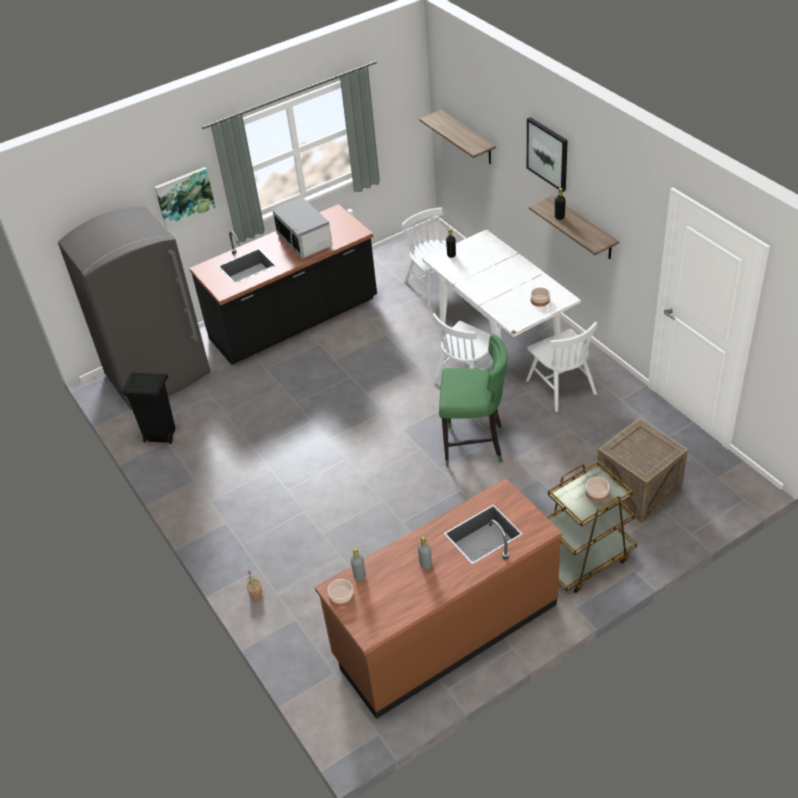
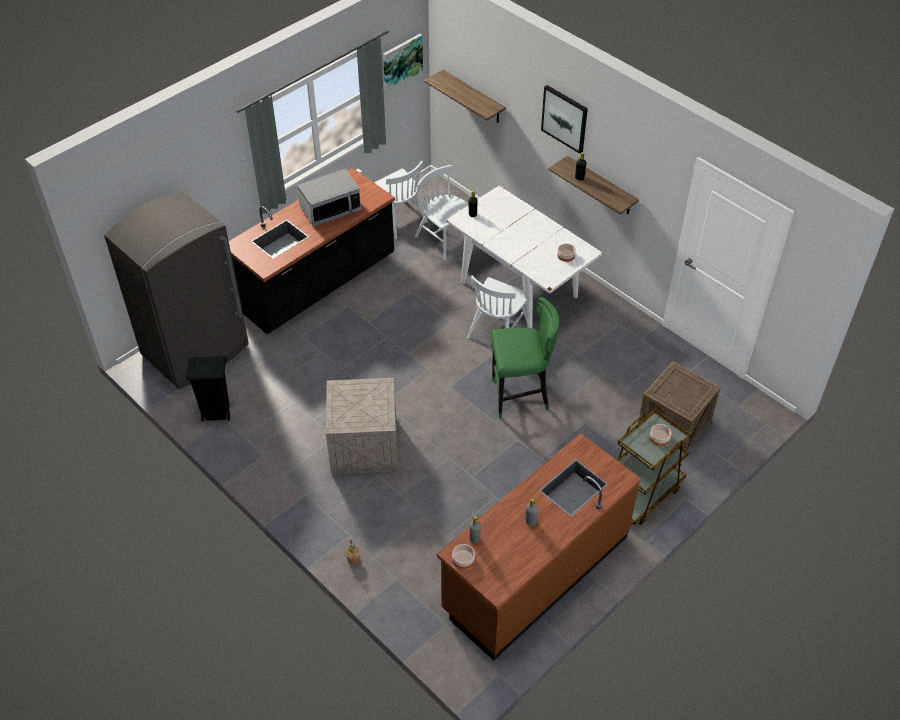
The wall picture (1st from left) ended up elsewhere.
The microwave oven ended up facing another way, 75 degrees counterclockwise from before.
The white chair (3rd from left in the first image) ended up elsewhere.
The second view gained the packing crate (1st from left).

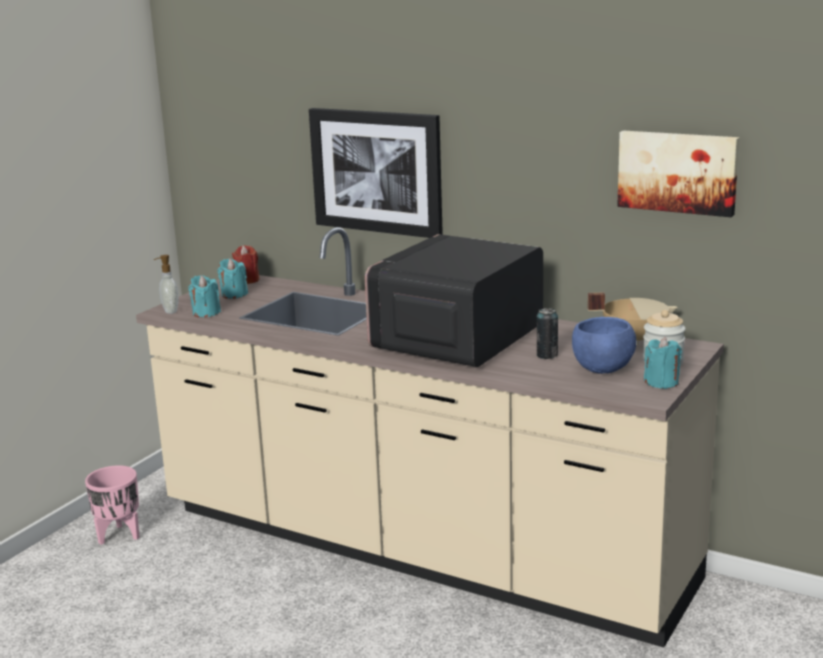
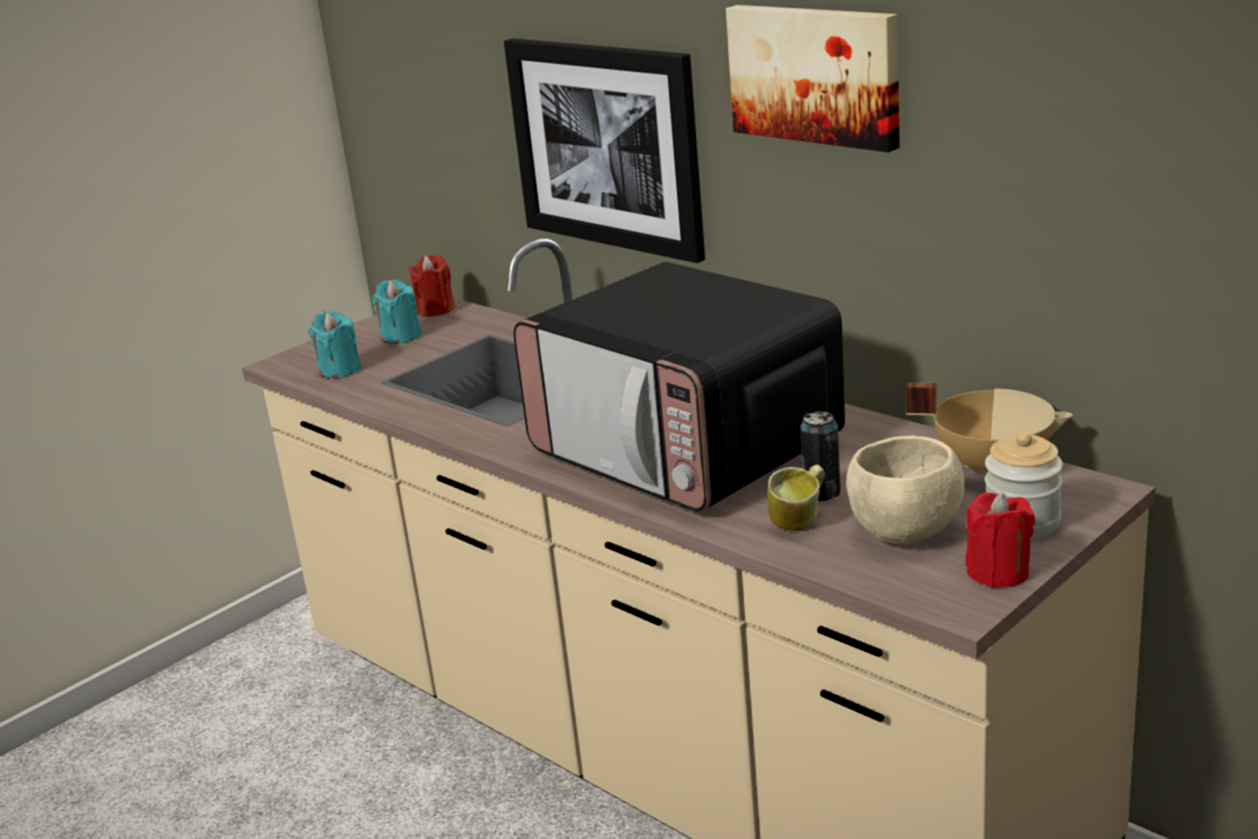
The wall picture (2nd from left) ended up elsewhere.
The microwave oven ended up facing another way, 90 degrees counterclockwise from before.
The second view lost the soap dispenser.
What was the blue-coloured bowl turned into the beige-coloured bowl.
What was the turquoise candle (3rd from left) turned into the red-coloured candle (2nd from left).
The second view lost the pink plant pot.
The second view gained the mug.

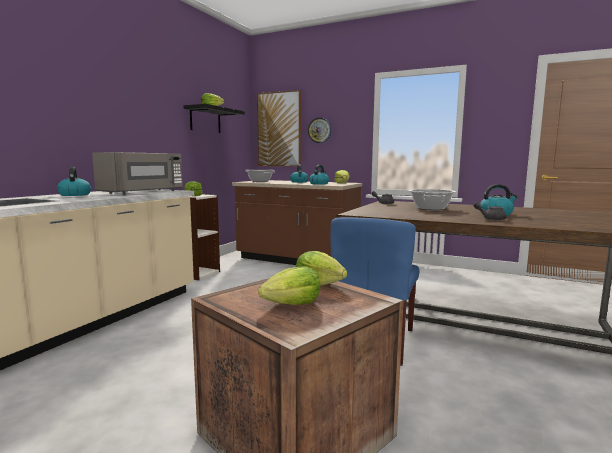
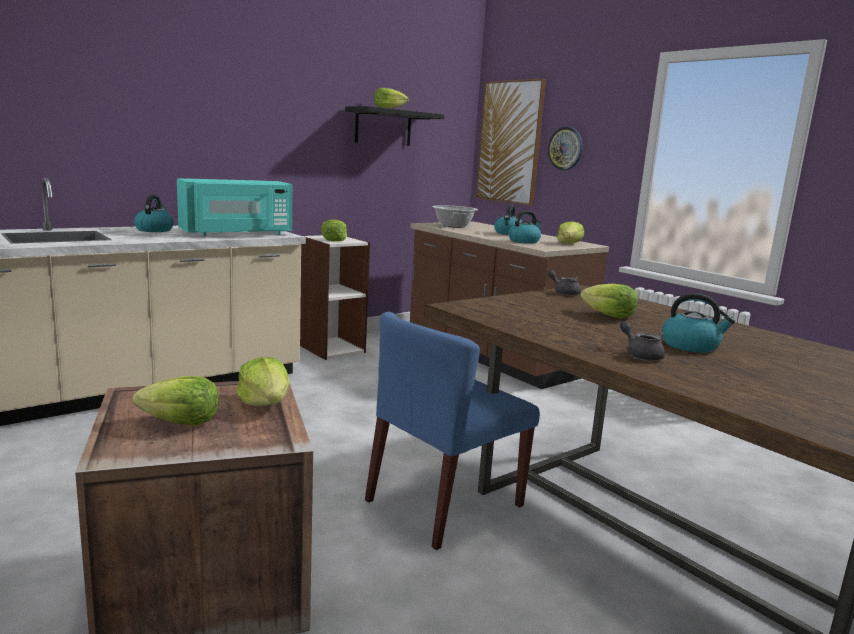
What was the grey microwave oven turned into the turquoise microwave oven.
Where the stockpot (2nd from left) stood, the lettuce head (6th from left) came to stand.

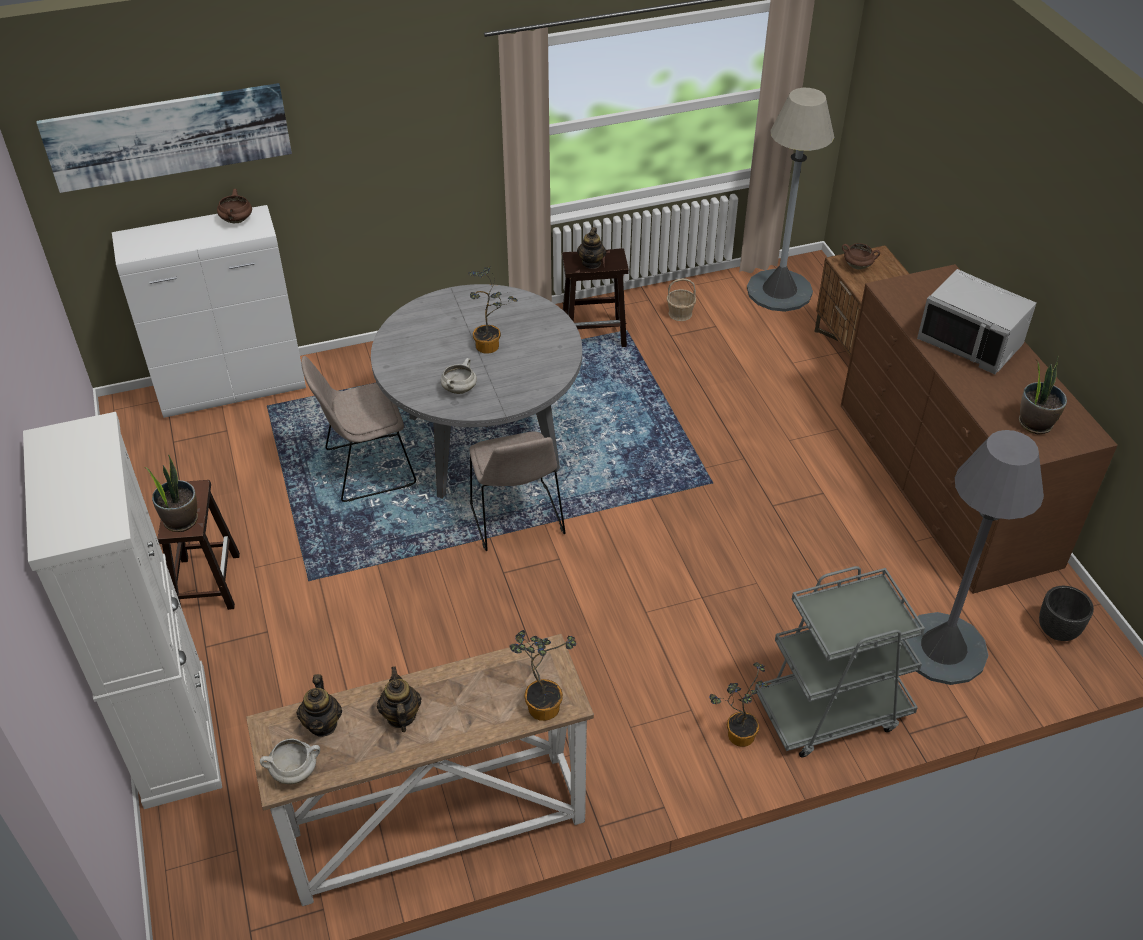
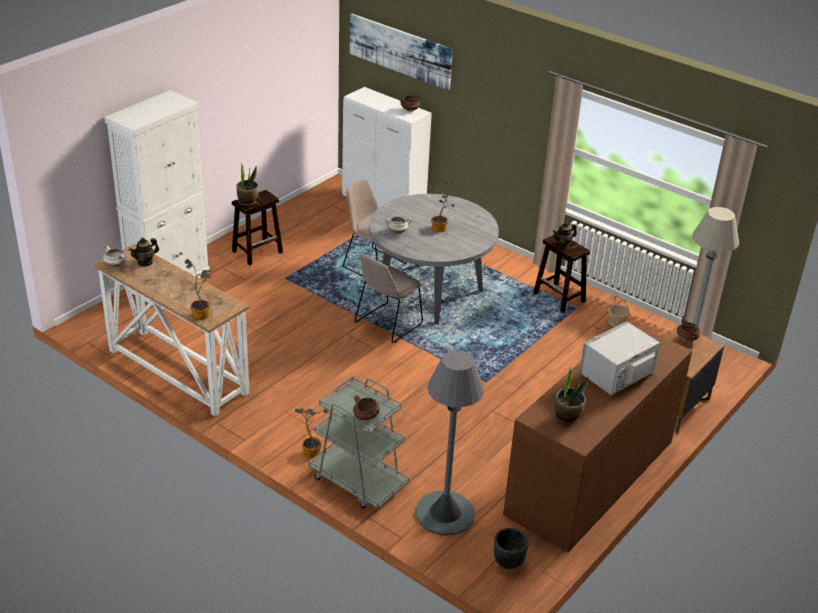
The grey microwave oven ended up facing another way, 45 degrees clockwise from before.
The second view lost the teapot (2nd from left).
The second view gained the brownish stockpot (1st from left).

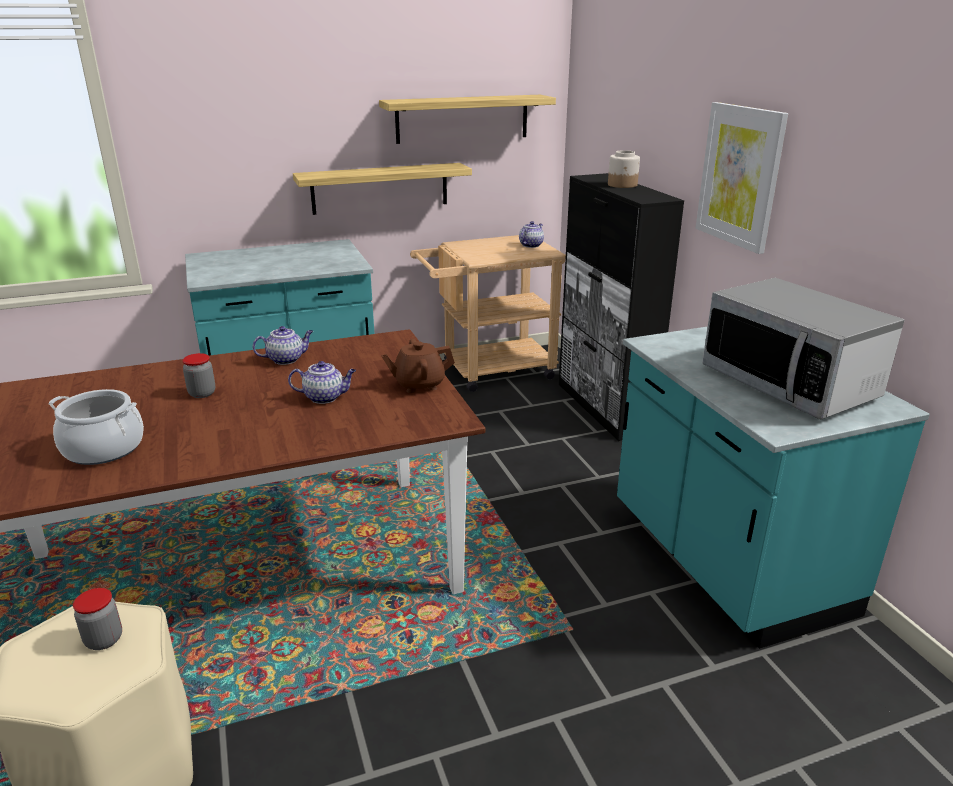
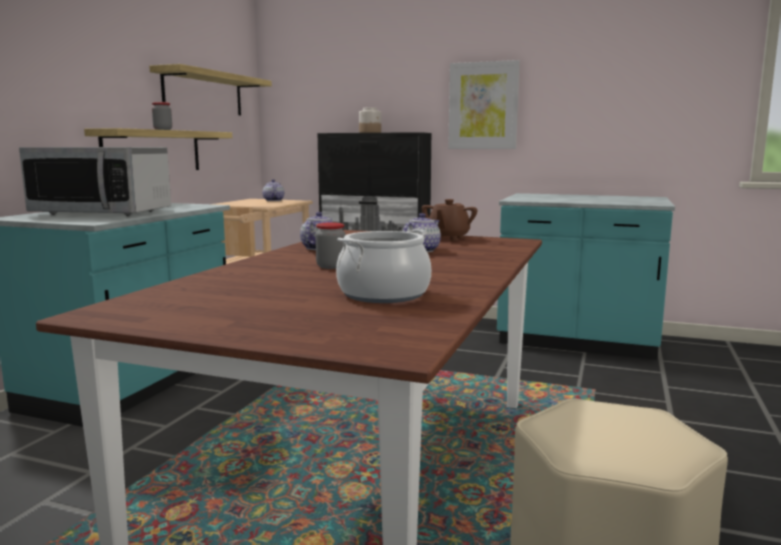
The microwave oven ended up elsewhere.
The preserve jar (1st from left) ended up elsewhere.

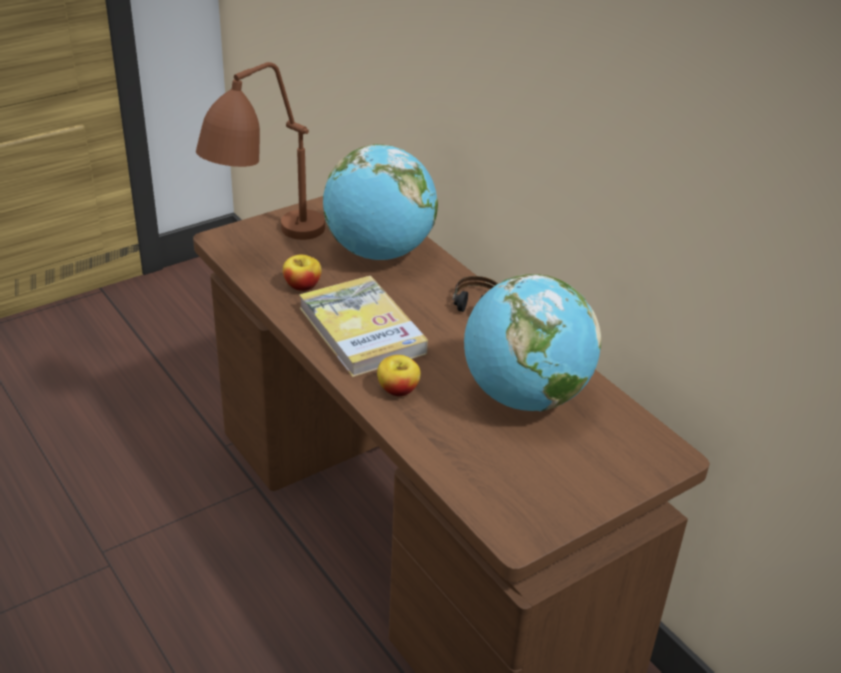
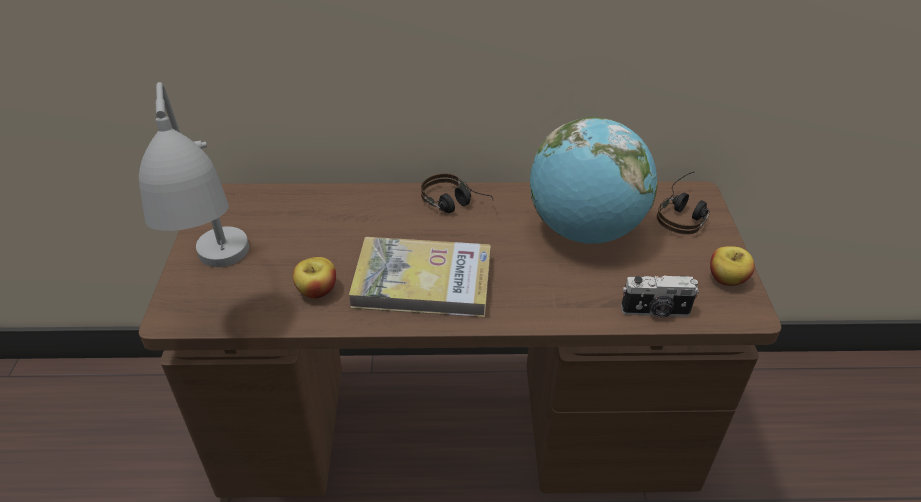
What was the brownish tabletop lamp turned into the grey tabletop lamp.
The second view lost the desk globe (1st from left).
The apple (2nd from left) ended up elsewhere.
The second view gained the headset (2nd from left).
The second view gained the still camera.

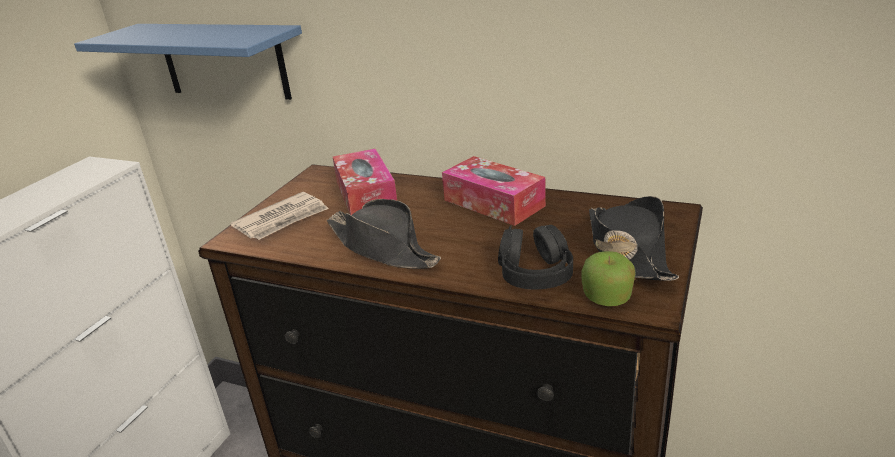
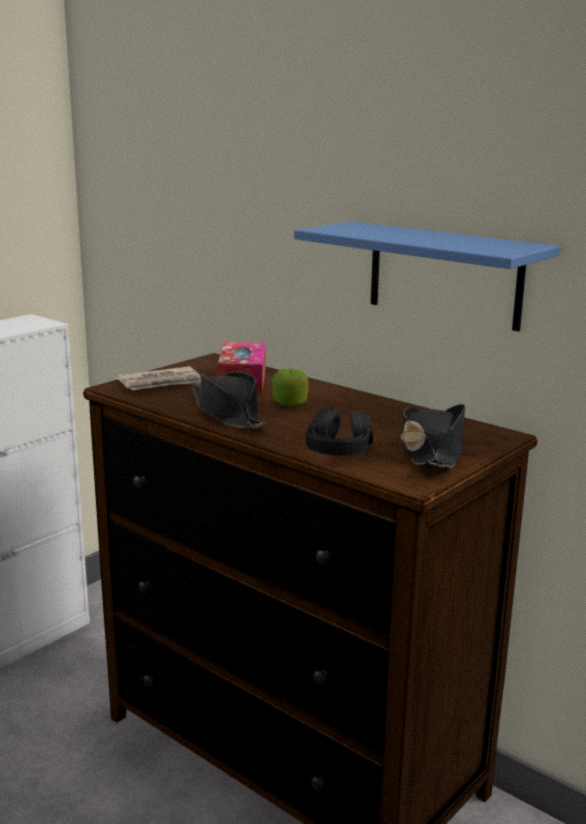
The blue-coloured shelf ended up elsewhere.
The second view lost the box of tissues (2nd from left).
The apple ended up elsewhere.

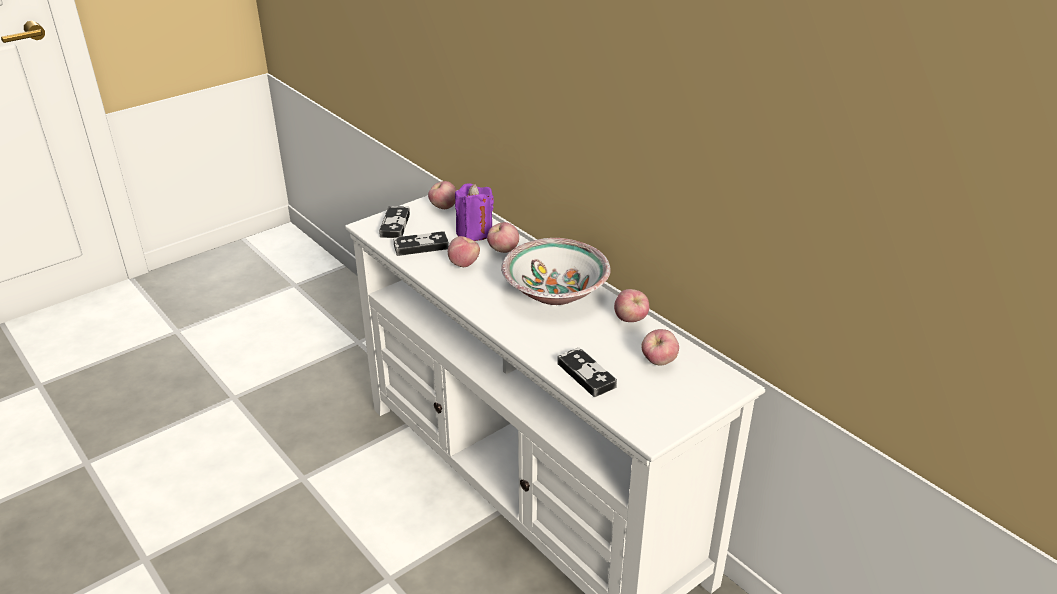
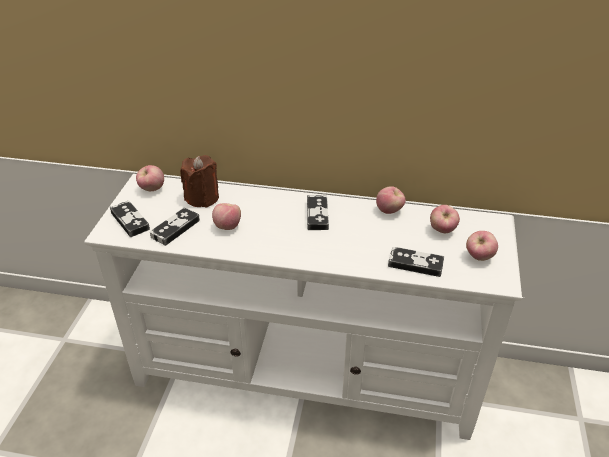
What was the purple-coloured candle turned into the brownish candle.
The apple (3rd from left in the first image) ended up elsewhere.
Where the bowl stood, the game controller (3rd from left) came to stand.

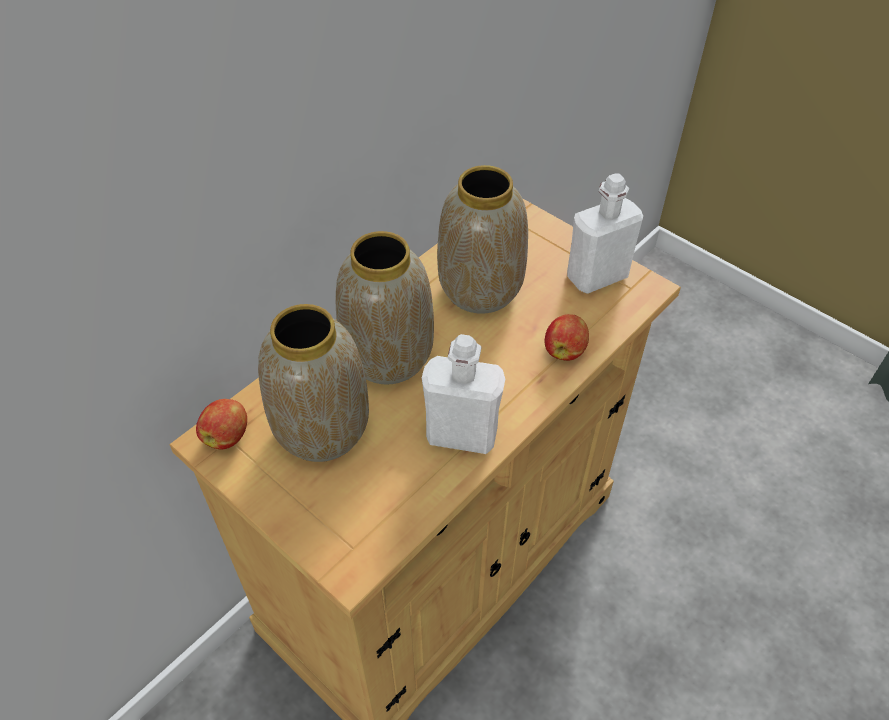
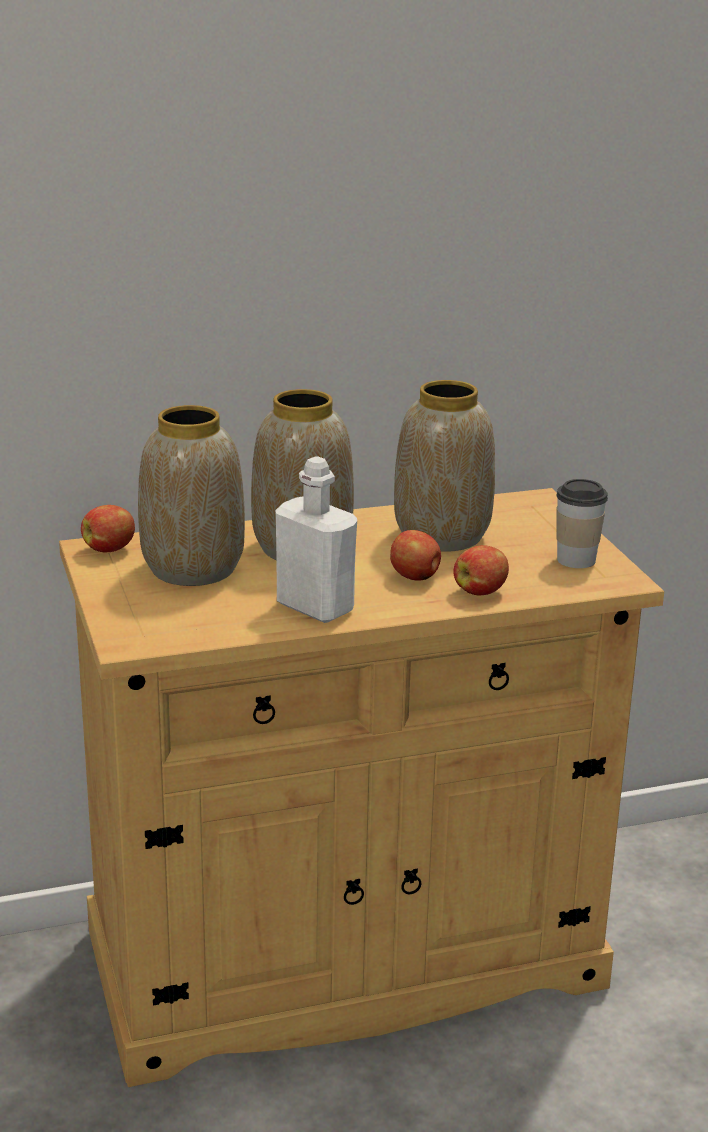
Where the white beverage bottle (2nd from left) stood, the small cup came to stand.
The second view gained the apple (2nd from left).

